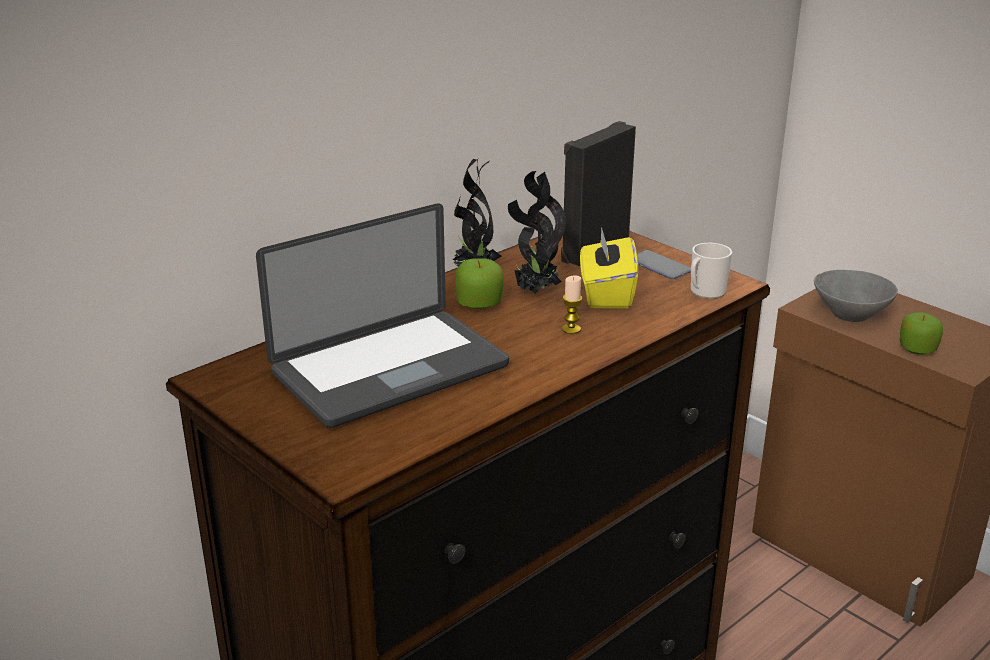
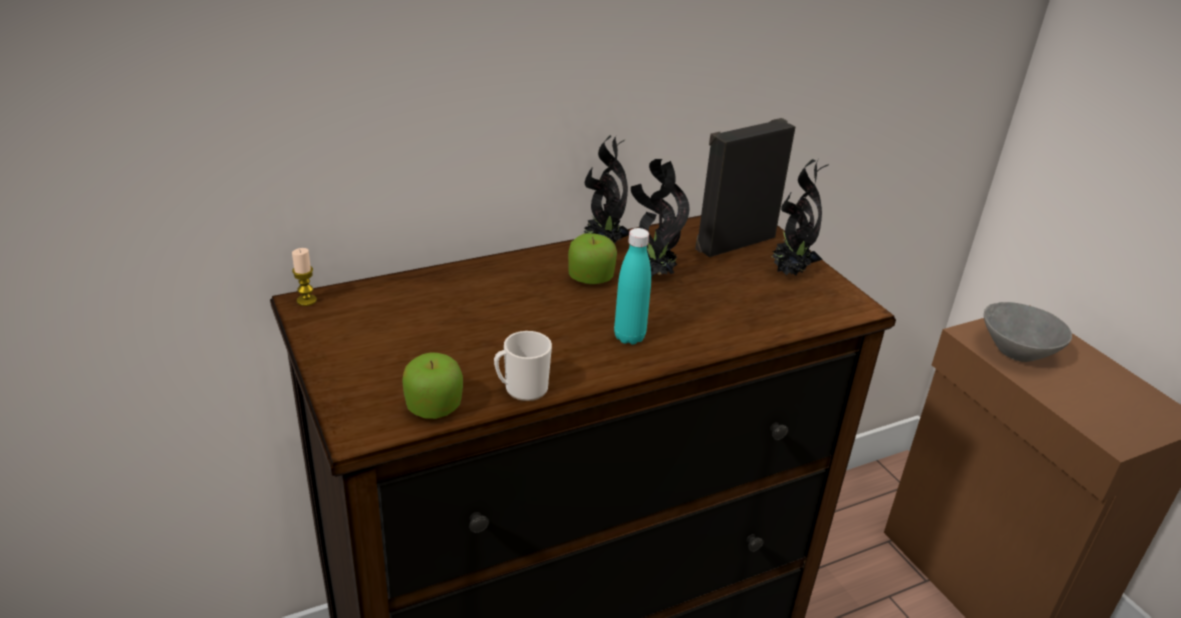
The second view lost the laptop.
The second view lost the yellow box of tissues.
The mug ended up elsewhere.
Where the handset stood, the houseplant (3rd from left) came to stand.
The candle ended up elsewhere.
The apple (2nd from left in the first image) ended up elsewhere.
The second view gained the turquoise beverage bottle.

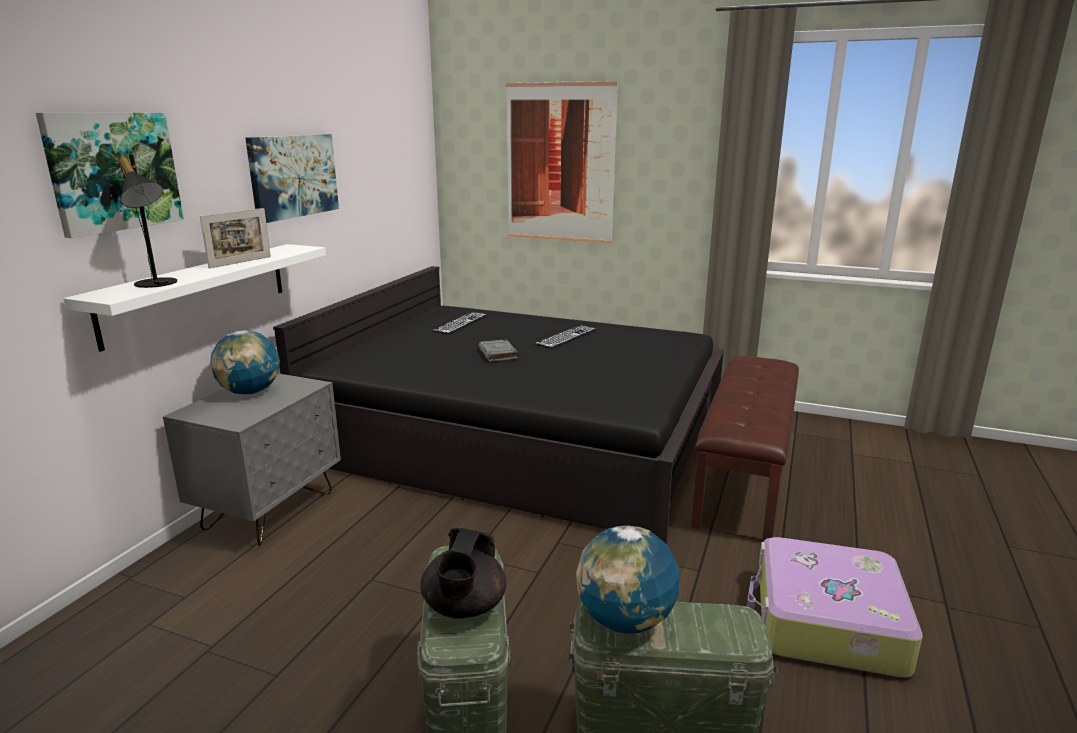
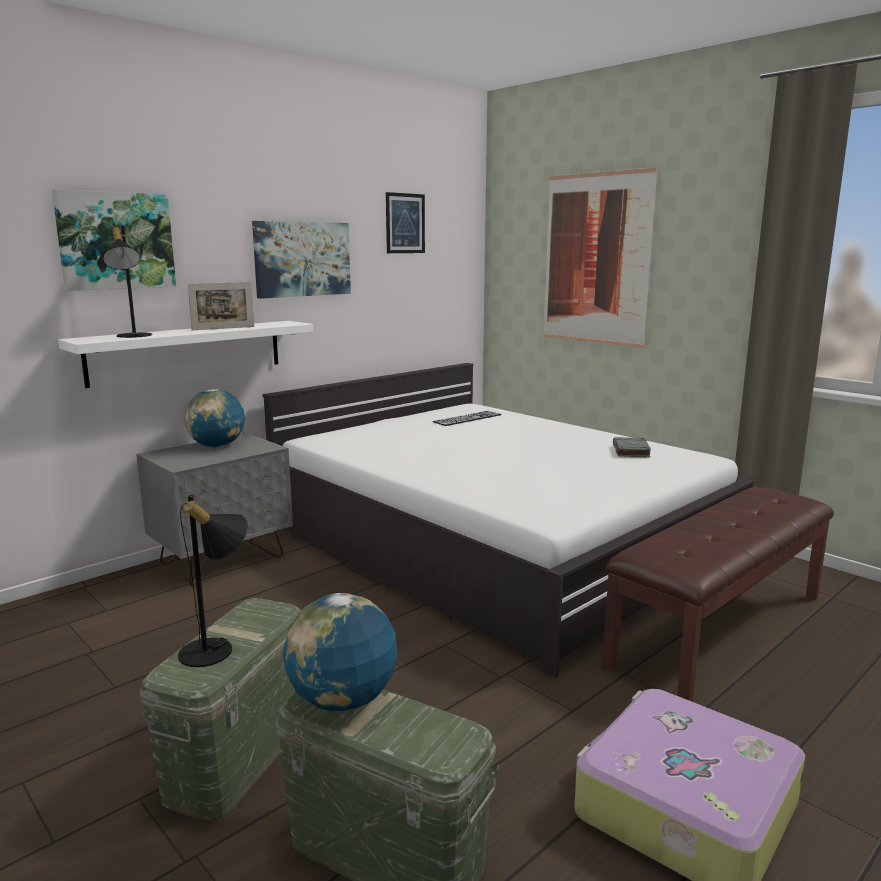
What was the black bed turned into the white bed.
The second view lost the computer keyboard (2nd from left).
The grey volume ended up elsewhere.
Where the black teapot stood, the black tabletop lamp (2nd from left) came to stand.
The second view gained the wall picture (3rd from left).

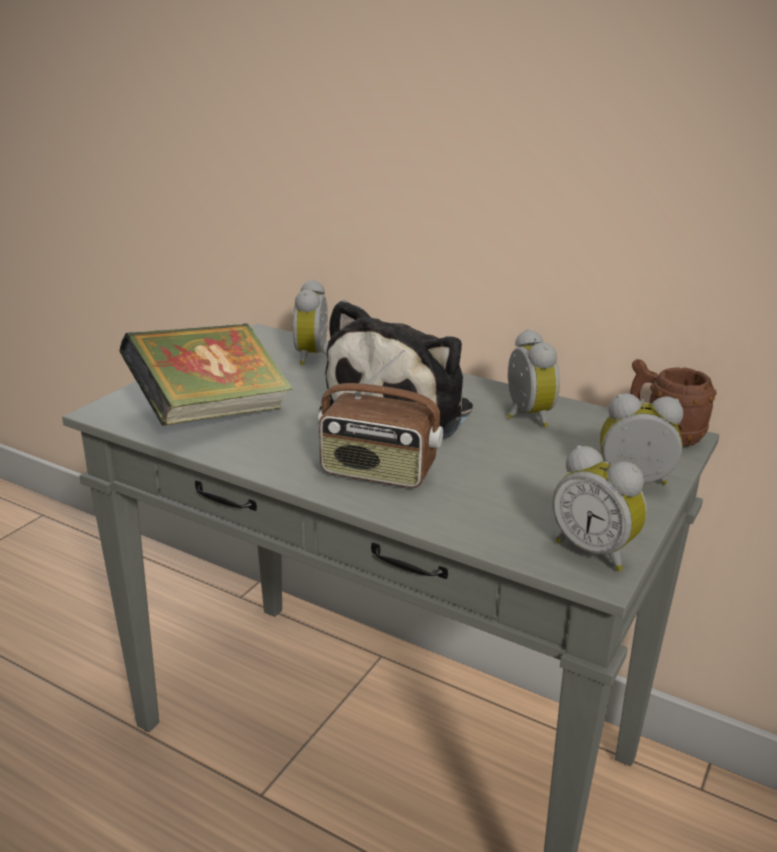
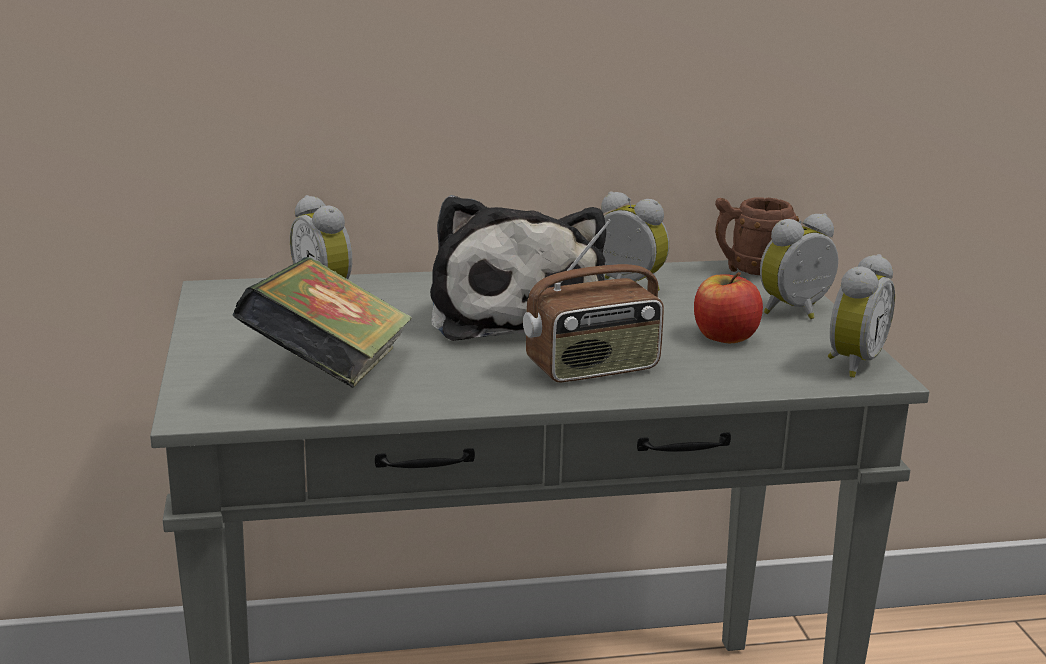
The alarm clock (3rd from left in the first image) ended up facing another way, 60 degrees counterclockwise from before.
The second view gained the apple.

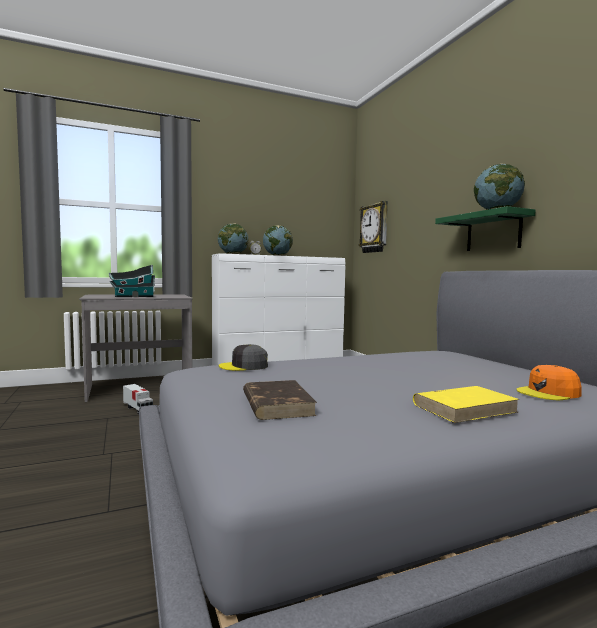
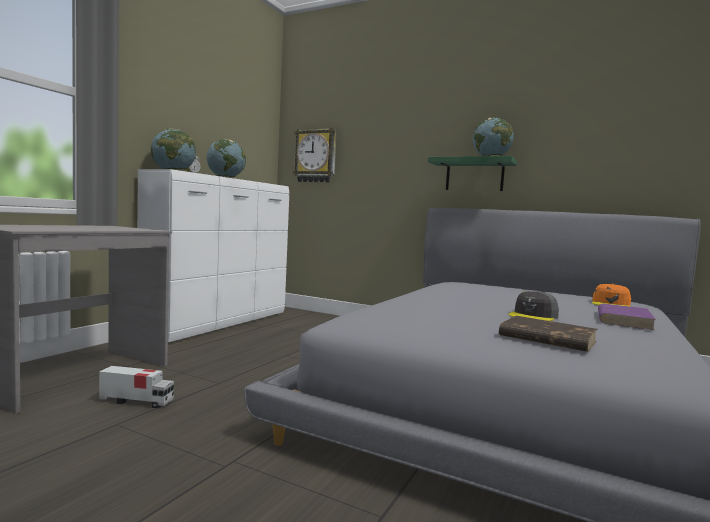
The second view lost the toy house.
The grey baseball cap ended up elsewhere.
What was the yellow volume turned into the purple-coloured volume.

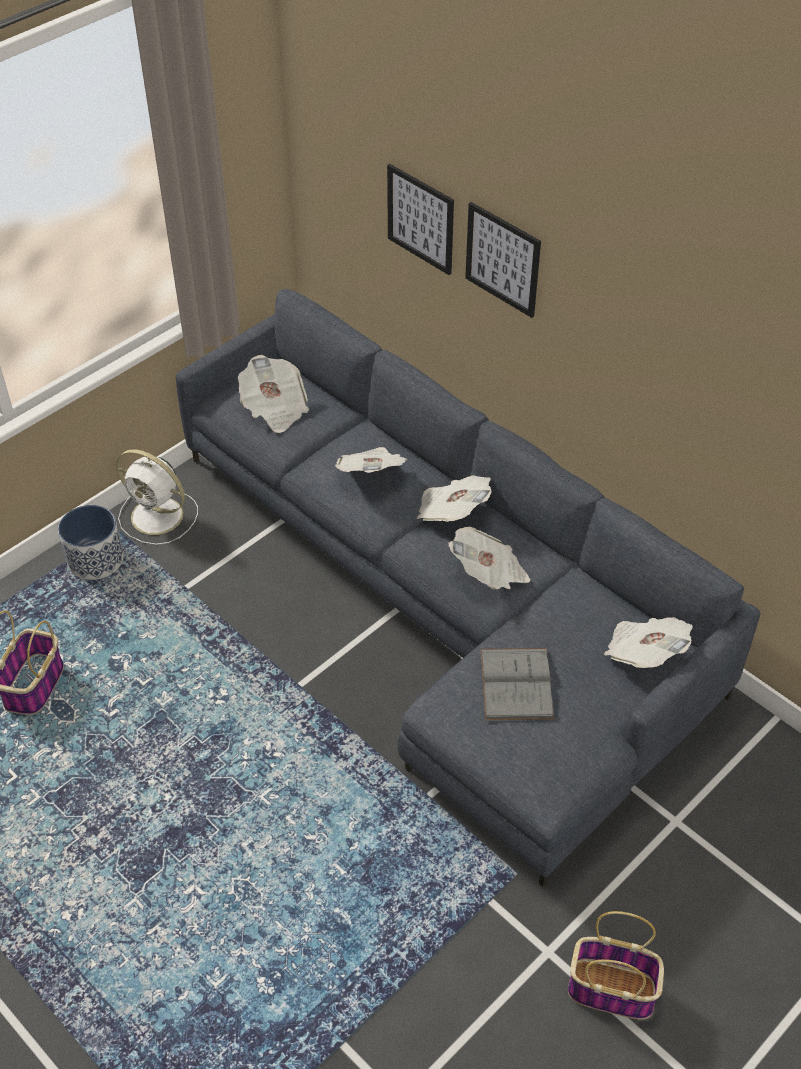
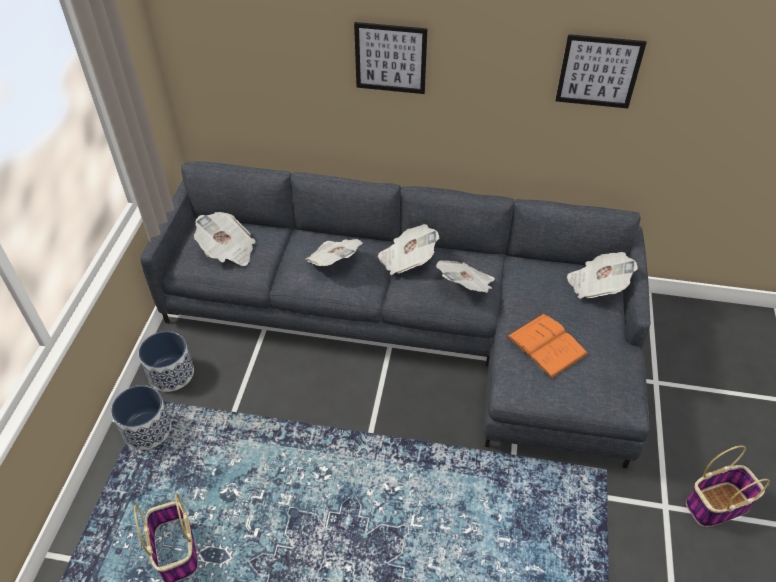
The wall picture (1st from left in the first image) ended up elsewhere.
Where the white fan stood, the plant pot (2nd from left) came to stand.
What was the grey volume turned into the orange volume.

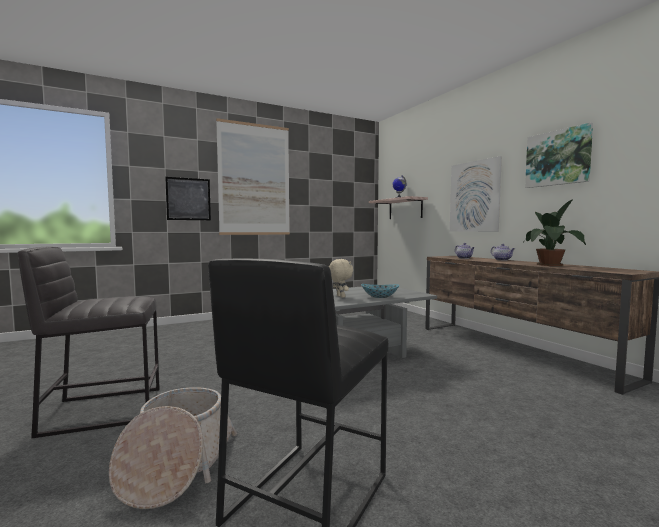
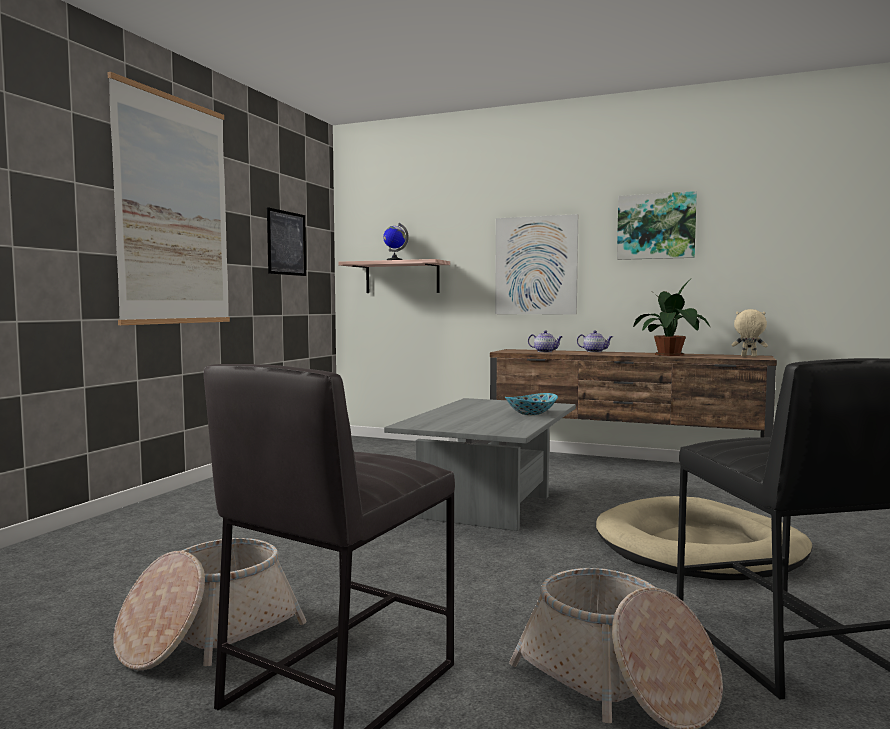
The wall picture (1st from left in the first image) ended up elsewhere.
The beige-coloured plush toy ended up elsewhere.
The second view gained the beige-coloured dog bed.
The second view gained the storage basket (1st from left).

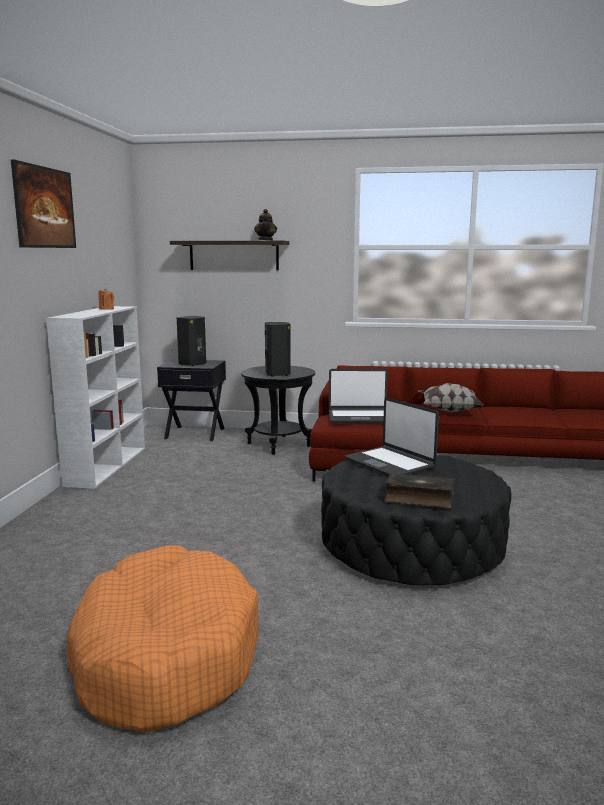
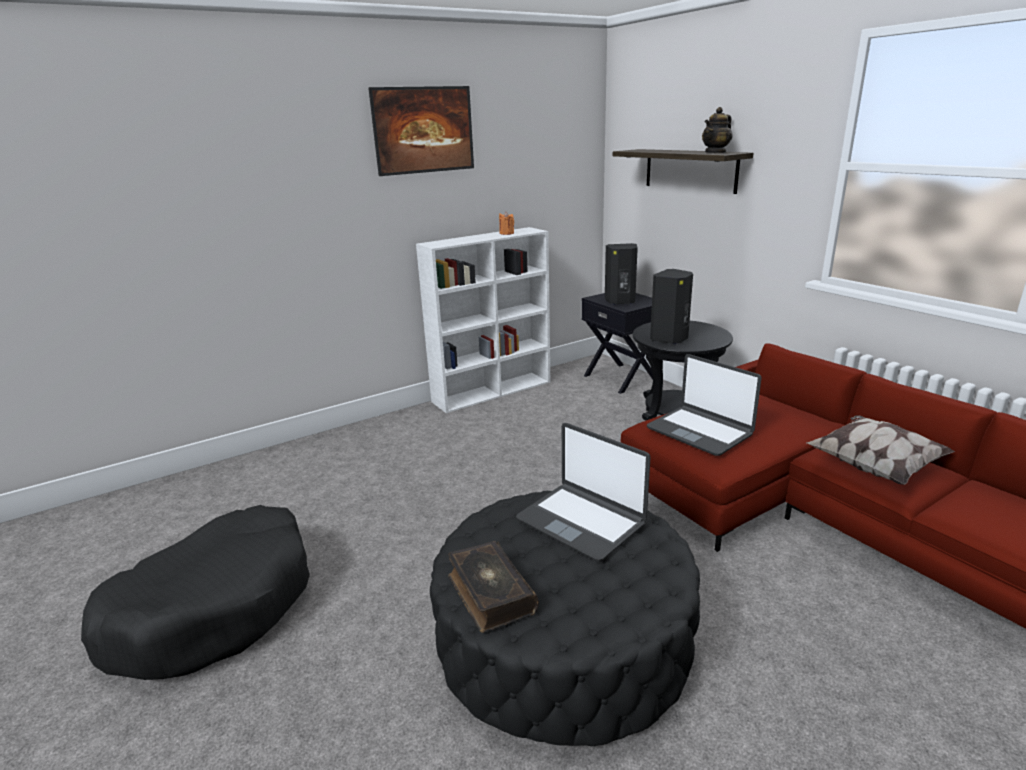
The laptop (2nd from left in the first image) ended up facing another way, 60 degrees counterclockwise from before.
What was the orange dog bed turned into the black dog bed.

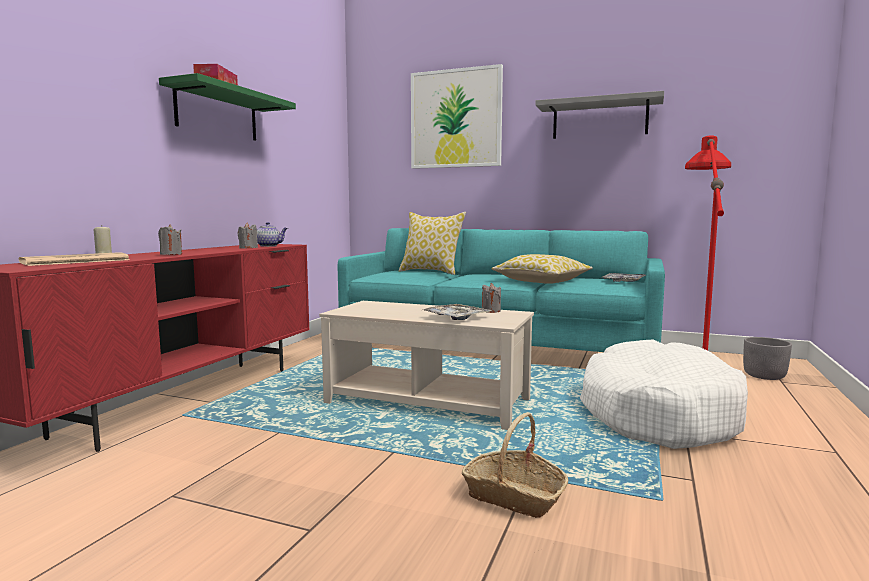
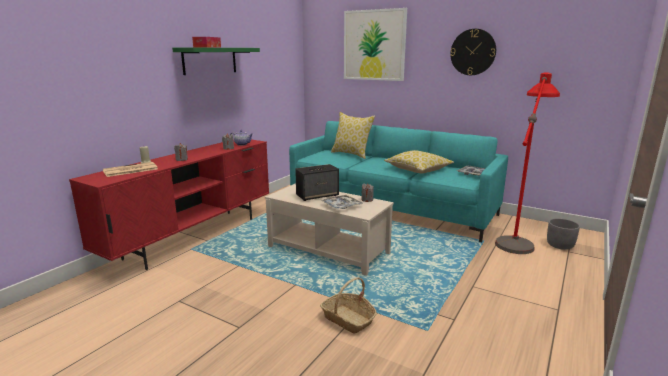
Where the grey shelf hung, the wall clock came to hang.
The second view lost the white dog bed.
The second view gained the loudspeaker.

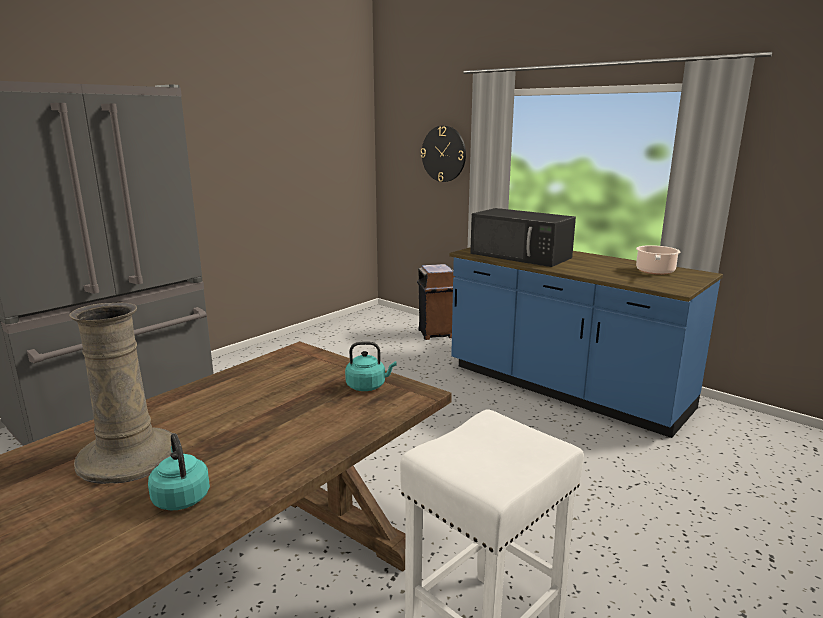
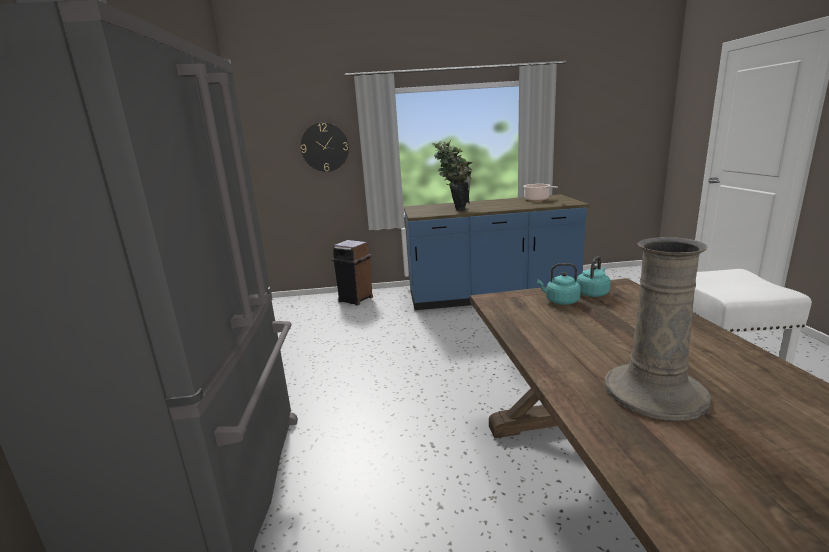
Where the black microwave oven stood, the houseplant came to stand.
The turquoise water kettle (1st from left) ended up elsewhere.

